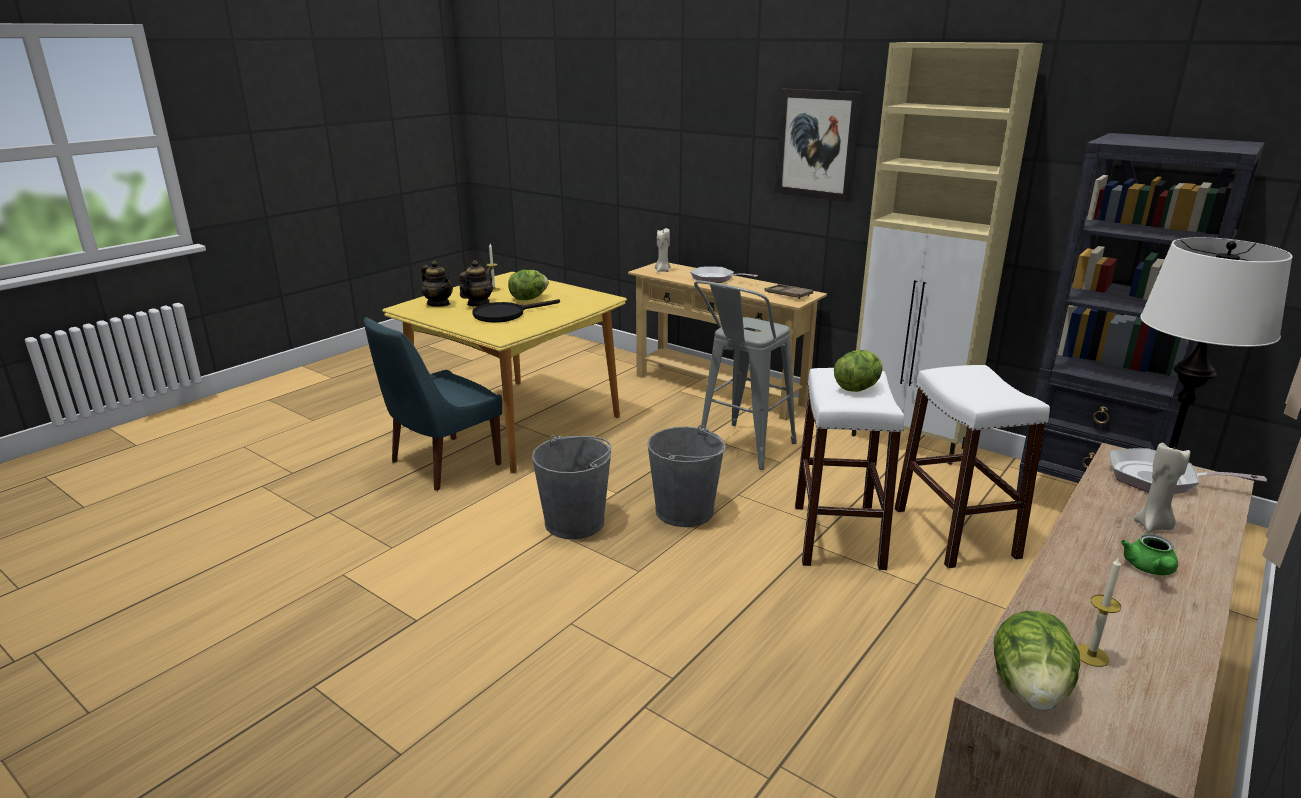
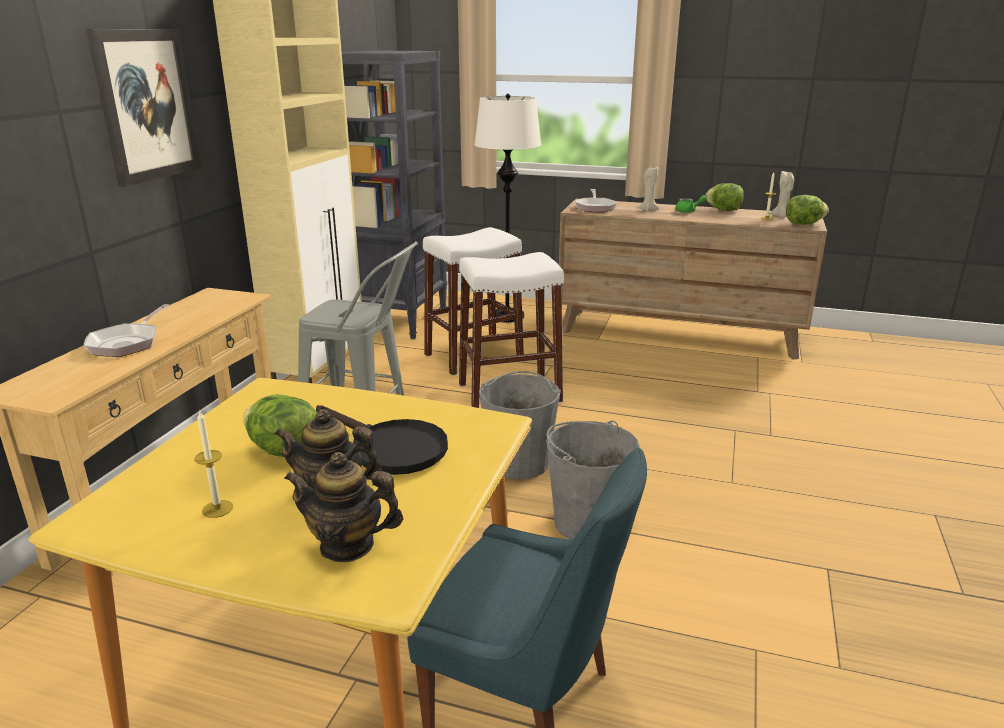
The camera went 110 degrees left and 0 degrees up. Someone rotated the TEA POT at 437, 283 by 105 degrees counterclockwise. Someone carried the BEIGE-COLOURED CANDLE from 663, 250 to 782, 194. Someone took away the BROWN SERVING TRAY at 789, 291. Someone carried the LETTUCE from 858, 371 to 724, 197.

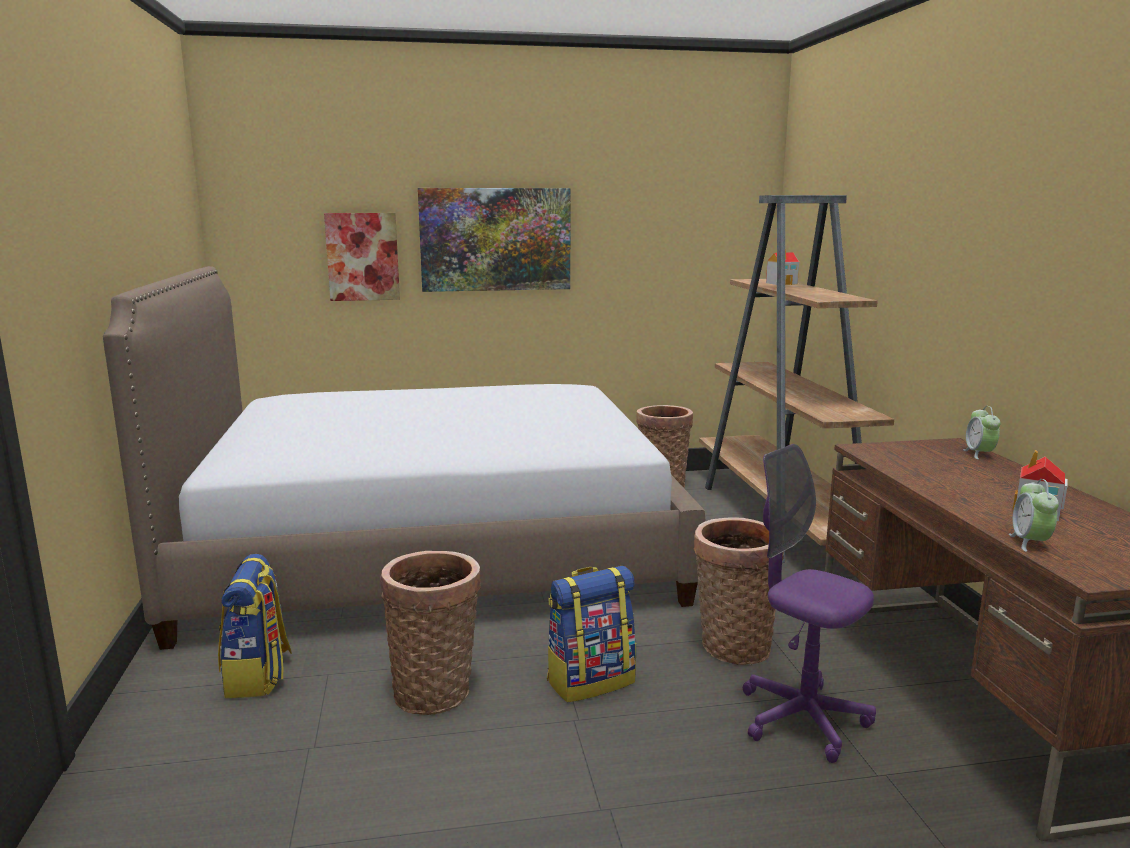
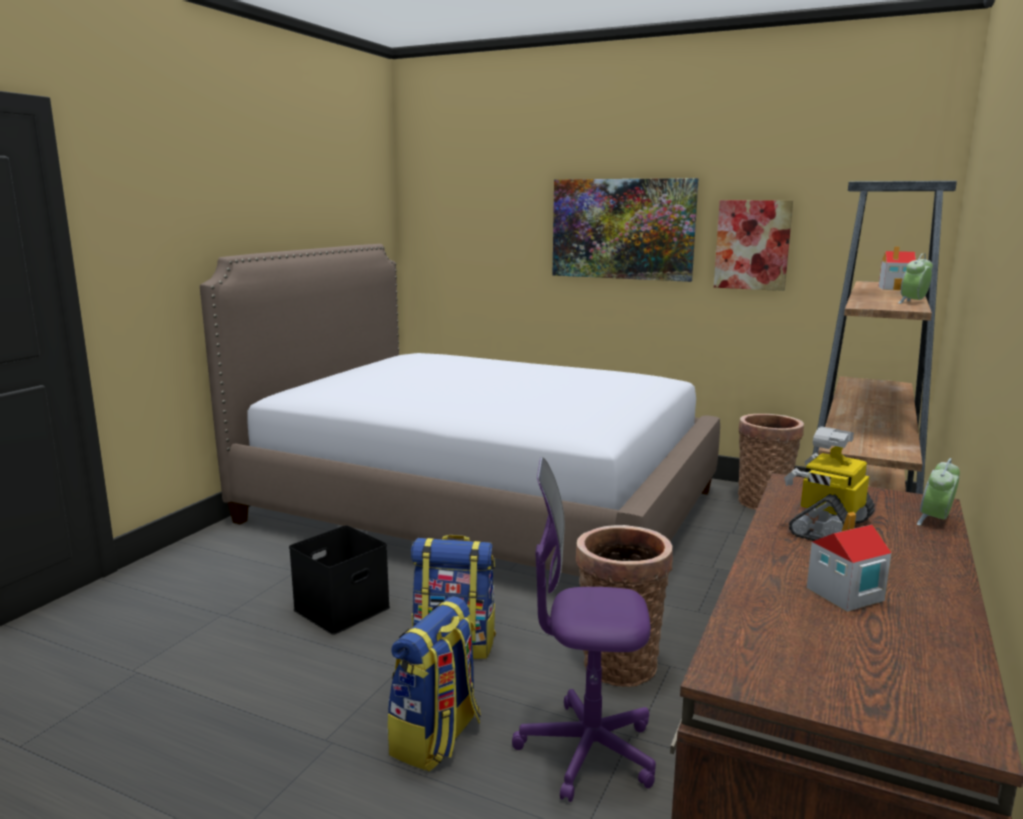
The camera went 35 degrees right and 0 degrees up. Someone carried the KNAPSACK from 255, 626 to 434, 684. Someone carried the WALL PICTURE from 362, 257 to 753, 245. Someone swapped the HOUSEHOLD BASKET at 430, 633 for the BLACKISH STORAGE BIN at 339, 580. Someone rotated the PURPLISH DESK CHAIR at 809, 603 by 75 degrees counterclockwise. Someone carried the ALARM CLOCK from 1034, 515 to 915, 278. Someone put down the MODEL ROBOT at 829, 483.

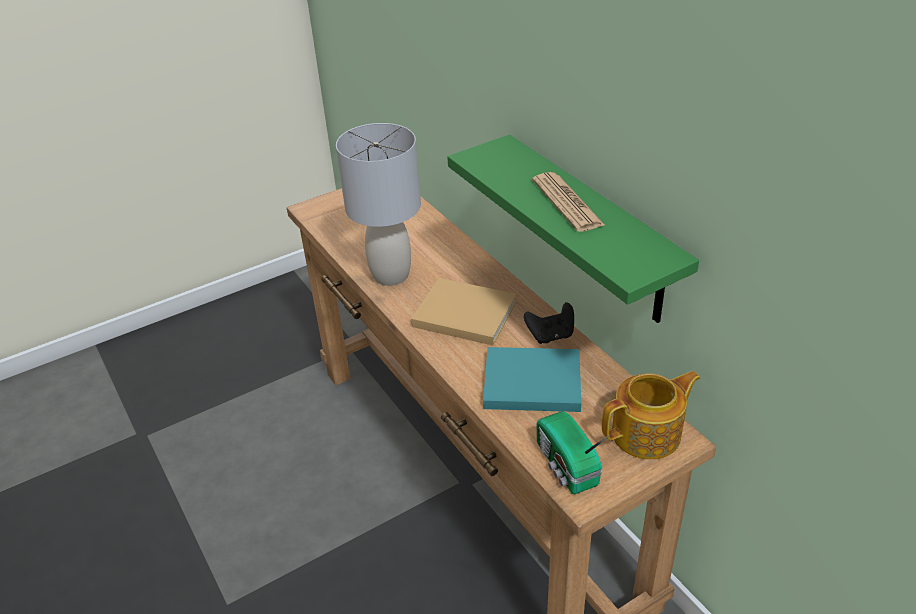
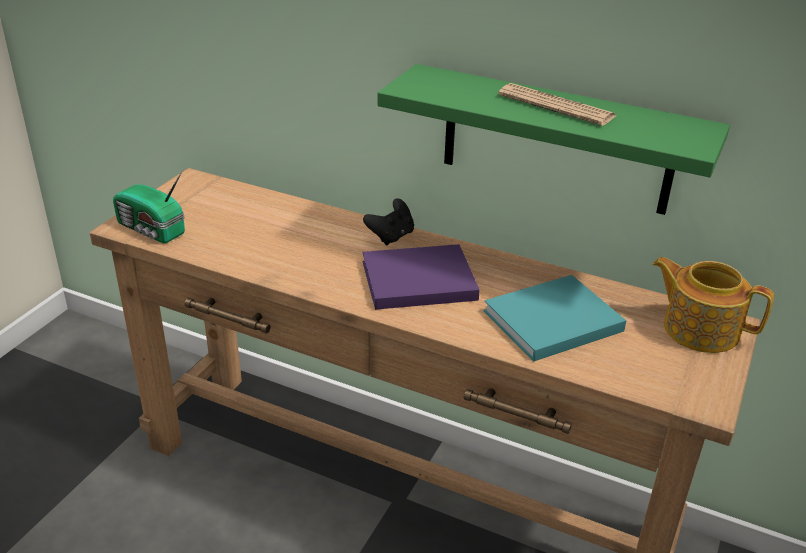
The camera went 35 degrees left and 5 degrees down. Someone took away the GREY TABLE LAMP at 378, 204. Someone repainted the BEIGE-COLOURED BOUND BOOK at 464, 312, which became the PURPLISH BOUND BOOK at 421, 277. Someone carried the BLACKISH JOYPAD from 549, 323 to 388, 221. Someone carried the RADIO SET from 573, 453 to 149, 207. Someone rotated the TEA POT at 651, 415 by 90 degrees counterclockwise.

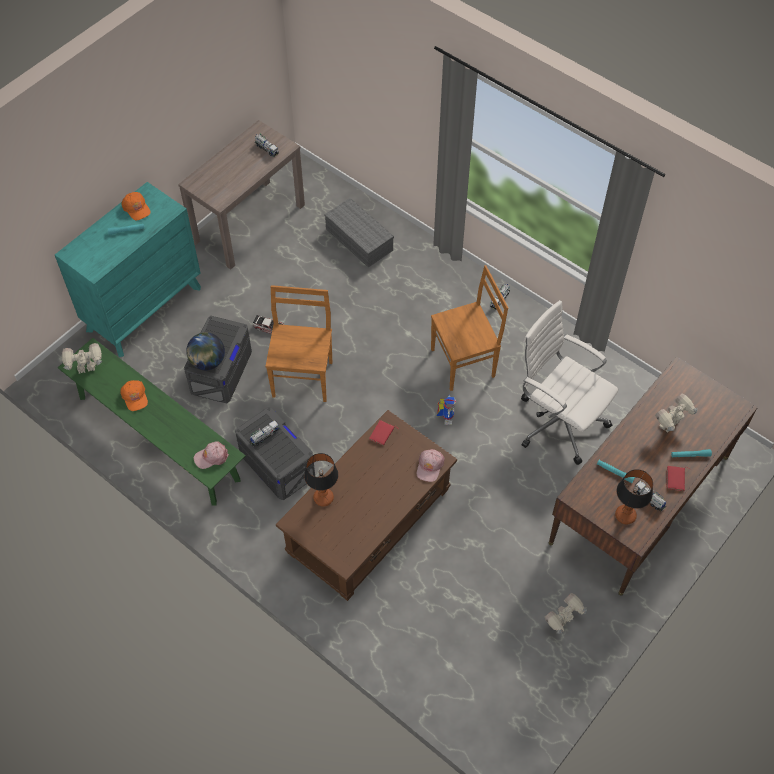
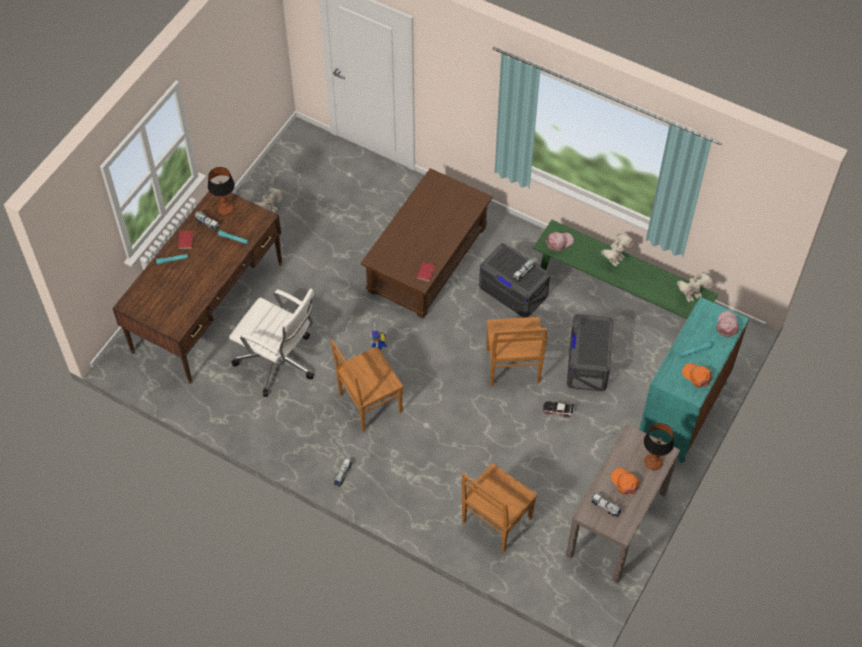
The camera went 170 degrees right and 0 degrees up. Someone carried the ORANGE CAP from 134, 395 to 625, 482. Someone took away the GLOBE at 205, 351. Someone carried the TABLE LAMP from 321, 479 to 659, 446. Someone swapped the GREY STORAGE BIN at 359, 232 for the BROWN PLAIN CHAIR at 499, 507. Someone carried the PINKISH CAP from 431, 465 to 727, 324. Someone carried the MODEL ROBOT from 676, 413 to 617, 250.

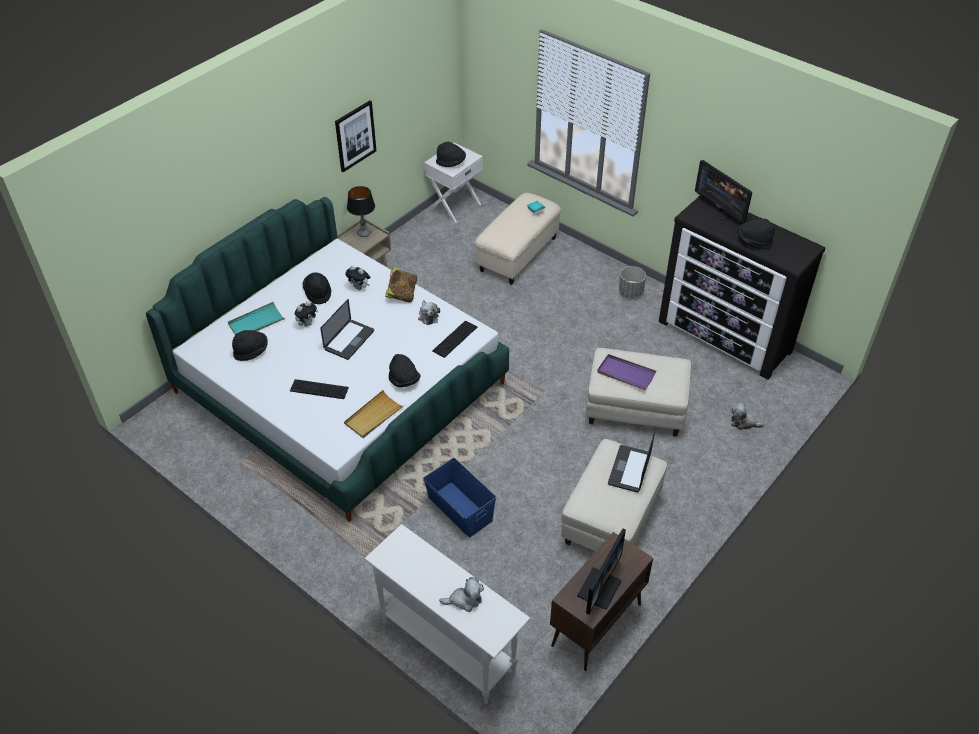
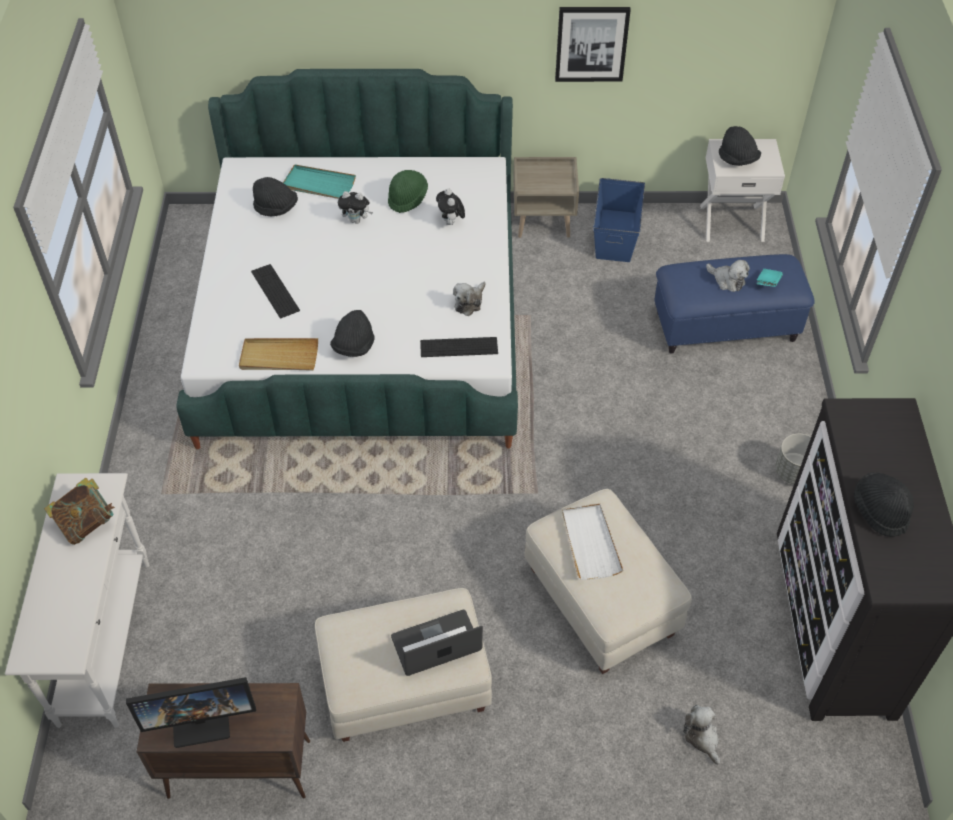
The camera went 50 degrees right and 5 degrees up. Someone repainted the BLACKISH HAT at 317, 288, which became the GREEN HAT at 408, 191. Someone took away the LAPTOP at 347, 329. Someone took away the TABLE LAMP at 361, 211. Someone carried the BOUND BOOK from 401, 284 to 79, 511. Someone carried the BLUE-COLOURED STORAGE BIN from 459, 498 to 619, 220. Someone carried the SOFT TOY from 461, 594 to 728, 276. Someone repainted the BEIGE-COLOURED OTTOMAN at 518, 239, which became the BLUE-COLOURED OTTOMAN at 734, 304. Someone repainted the PURPLISH SERVING TRAY at 626, 372, which became the WHITE SERVING TRAY at 592, 542. Someone took away the COMPUTER SCREEN at 723, 192.

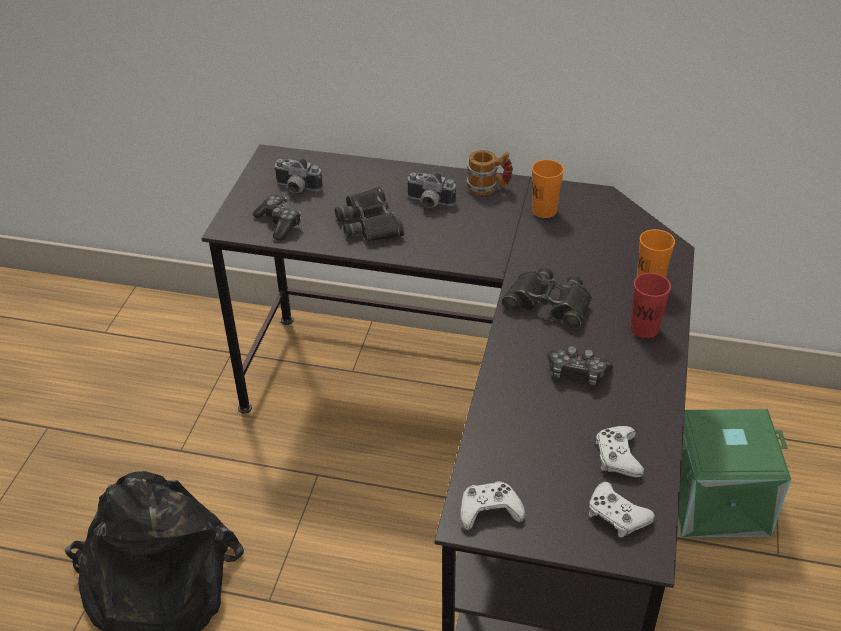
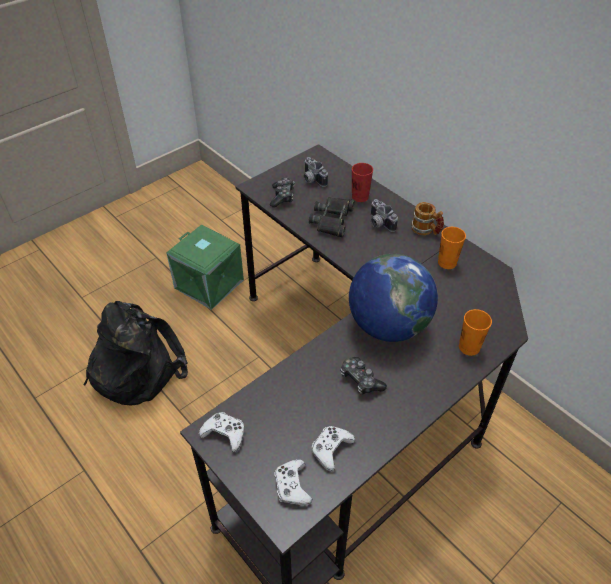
The camera went 35 degrees right and 5 degrees up. Someone swapped the BLACKISH BINOCULARS at 547, 298 for the GLOBE at 393, 298. Someone carried the REDDISH SMALL CUP from 650, 305 to 362, 182. Someone carried the GREEN STORAGE BIN from 734, 473 to 205, 267.

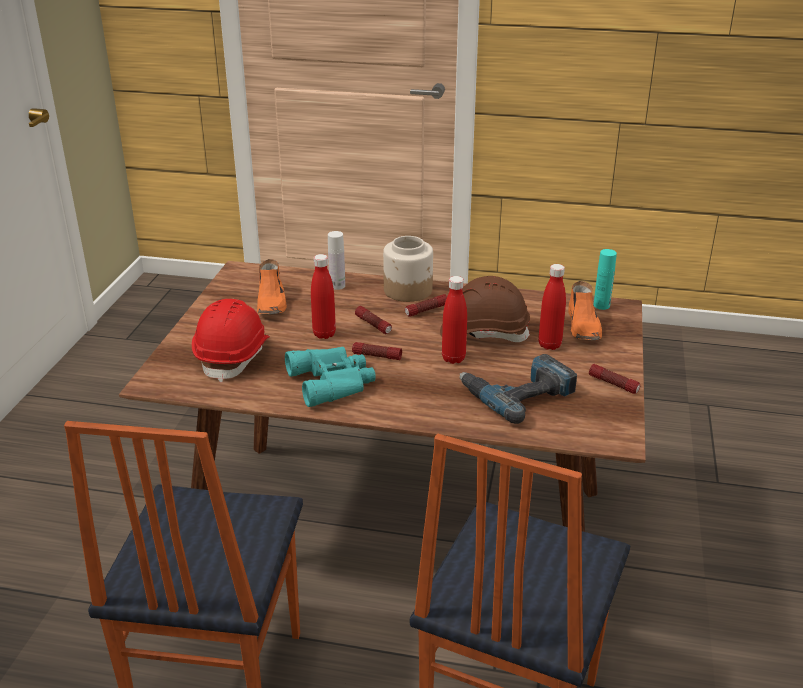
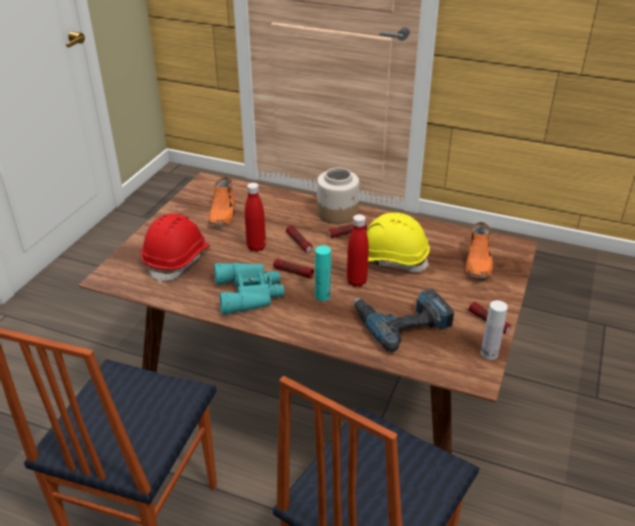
The camera went 10 degrees right and 5 degrees up. Someone carried the WHITE BEVERAGE BOTTLE from 336, 260 to 494, 330. Someone repainted the BROWN HARD HAT at 485, 309, which became the YELLOWISH HARD HAT at 398, 242. Someone took away the REDDISH BEVERAGE BOTTLE at 552, 307. Someone carried the TURQUOISE BEVERAGE BOTTLE from 605, 279 to 323, 273.

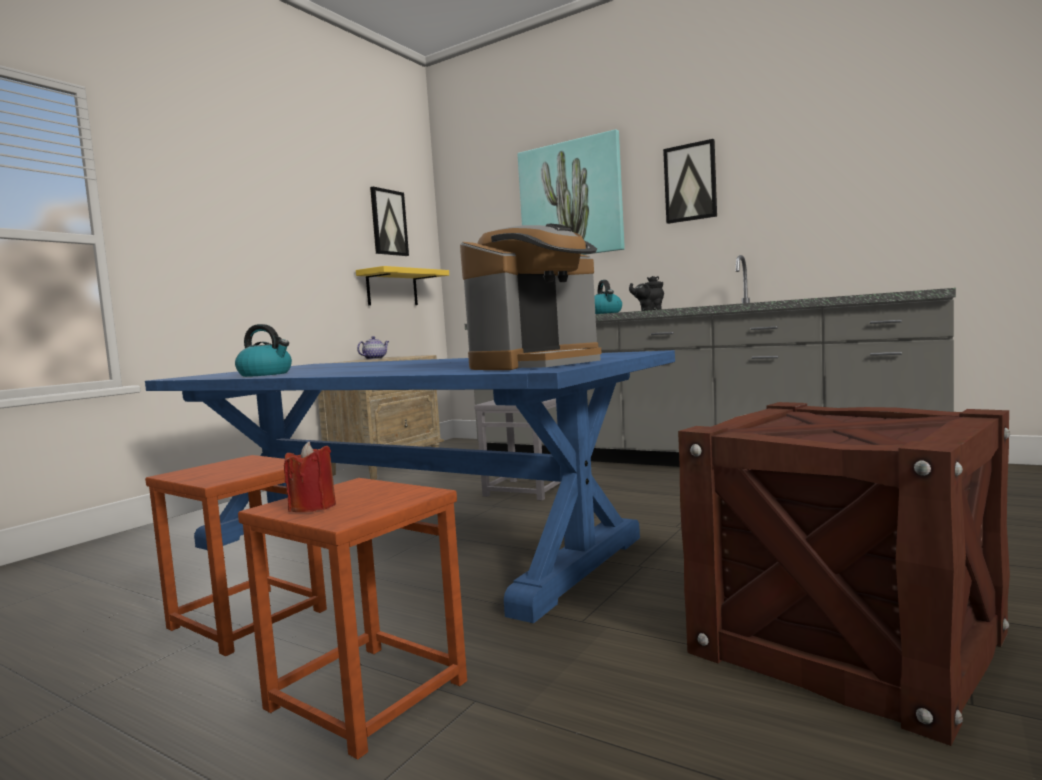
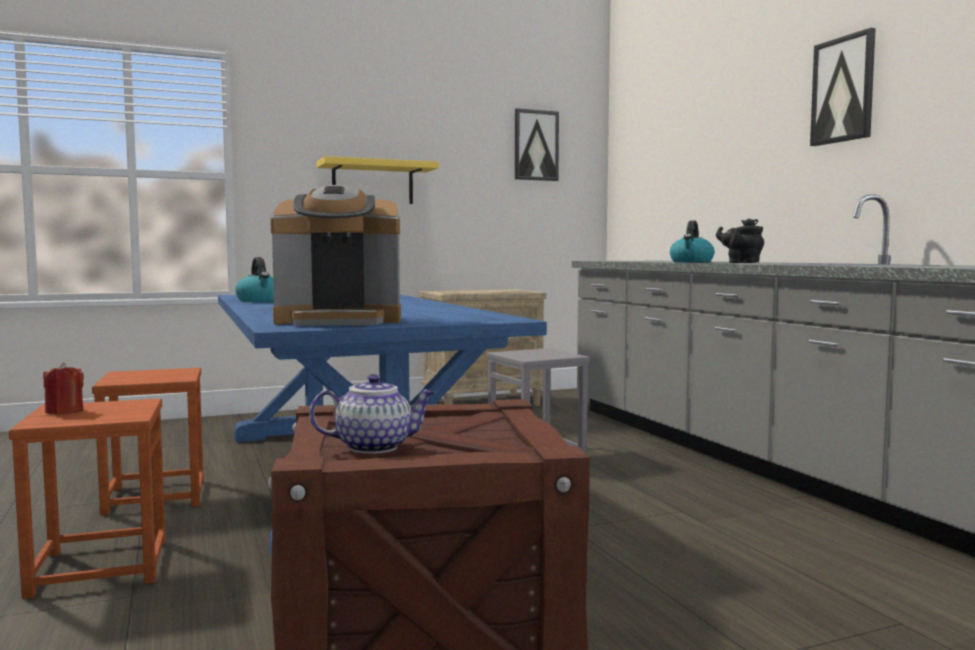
The camera went 35 degrees right and 0 degrees up. Someone carried the YELLOWISH BRACKET SHELF from 402, 285 to 378, 180. Someone carried the TEA POT from 373, 348 to 372, 414. Someone took away the WALL PICTURE at 571, 192.

